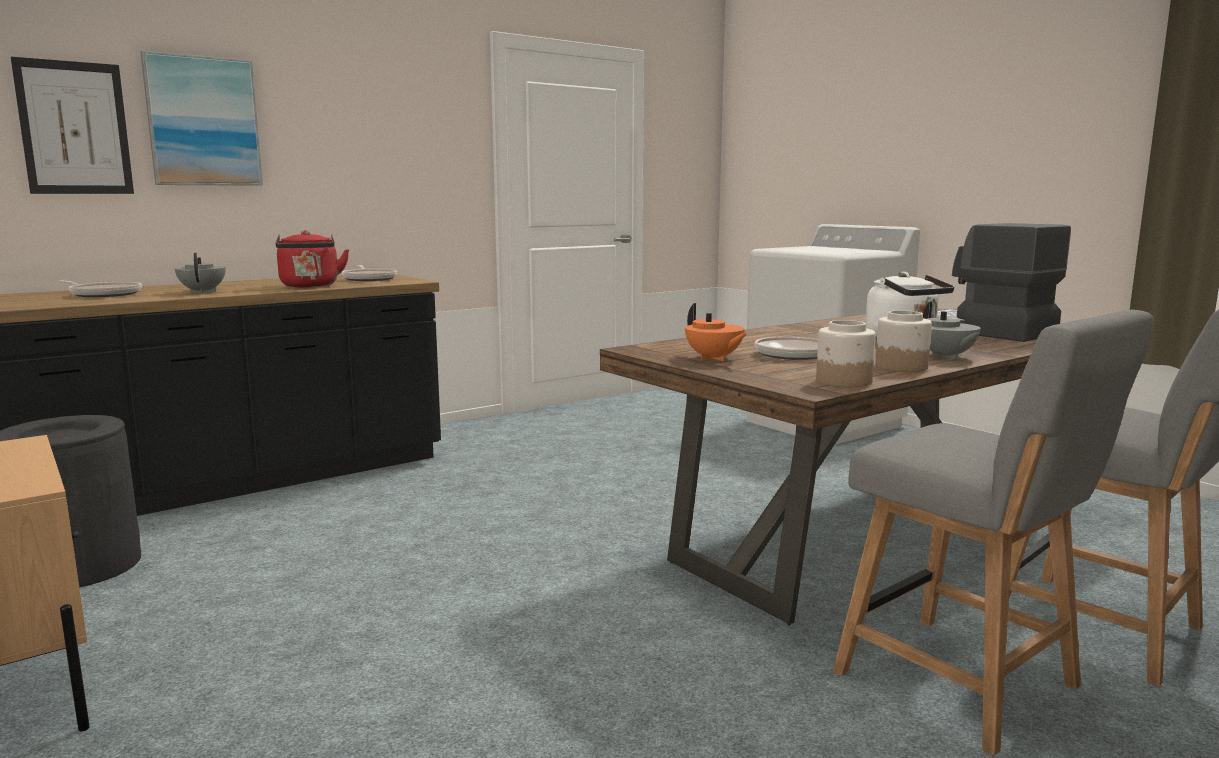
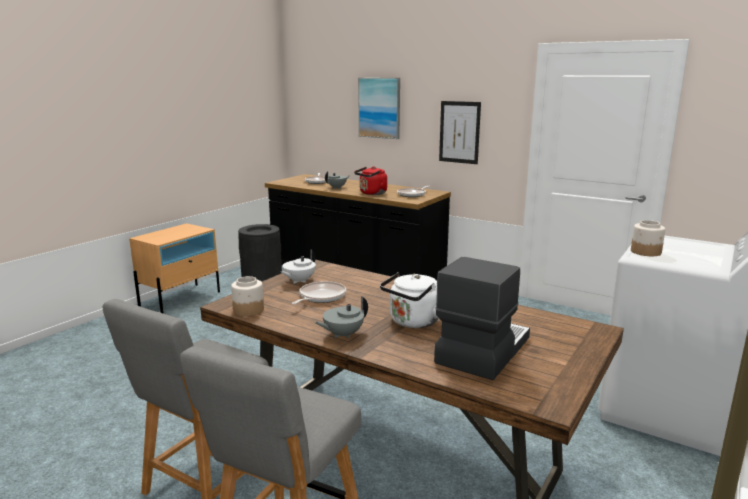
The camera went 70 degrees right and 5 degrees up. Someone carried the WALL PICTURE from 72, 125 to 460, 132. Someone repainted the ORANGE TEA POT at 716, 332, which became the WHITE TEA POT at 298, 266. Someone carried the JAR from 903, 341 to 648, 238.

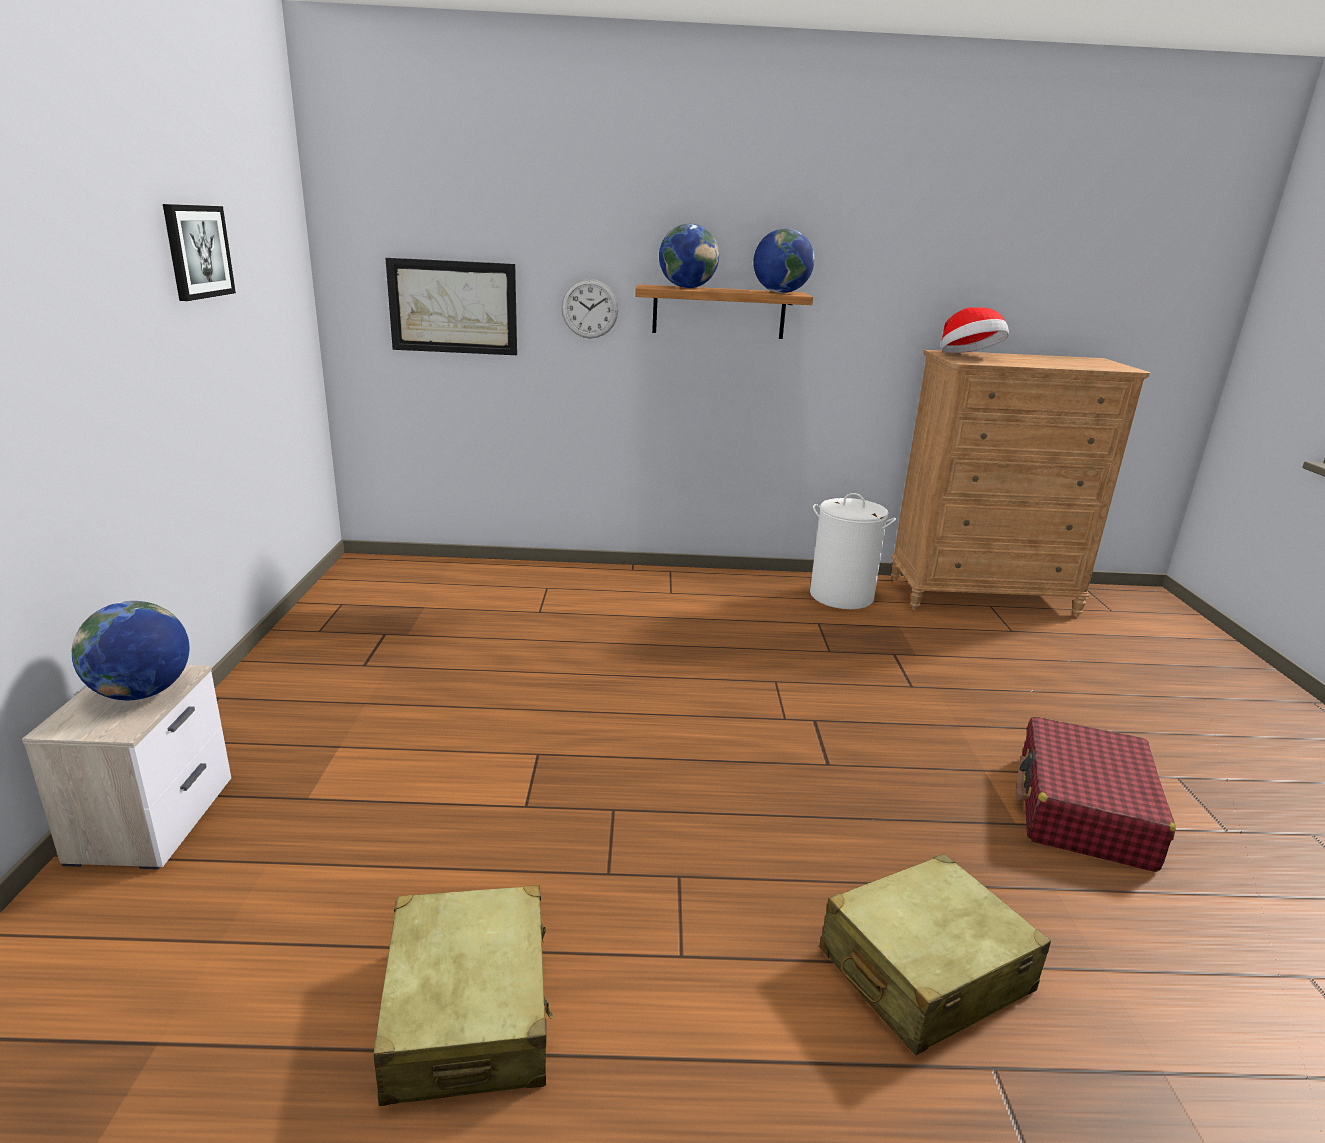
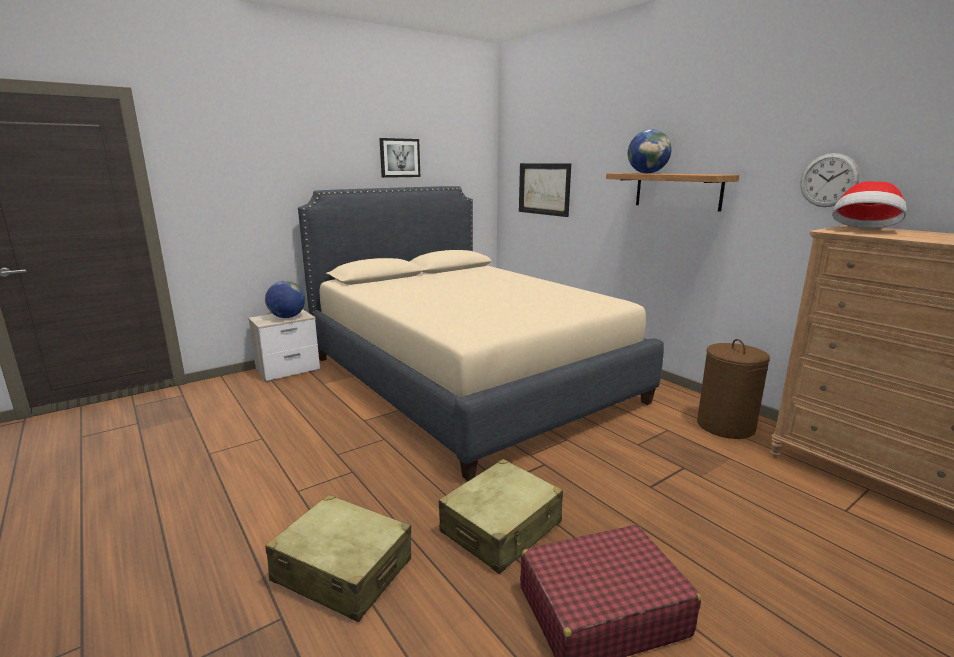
The camera went 55 degrees right and 5 degrees down. Someone carried the BEIGE-COLOURED TRAVEL CASE from 463, 995 to 501, 516. Someone carried the HANGING CLOCK from 590, 308 to 830, 180. Someone took away the GLOBE at 784, 261. Someone repainted the WHITE LAUNDRY BASKET at 853, 551, which became the BROWN LAUNDRY BASKET at 733, 389. Someone put down the BEIGE-COLOURED BED at 481, 333.

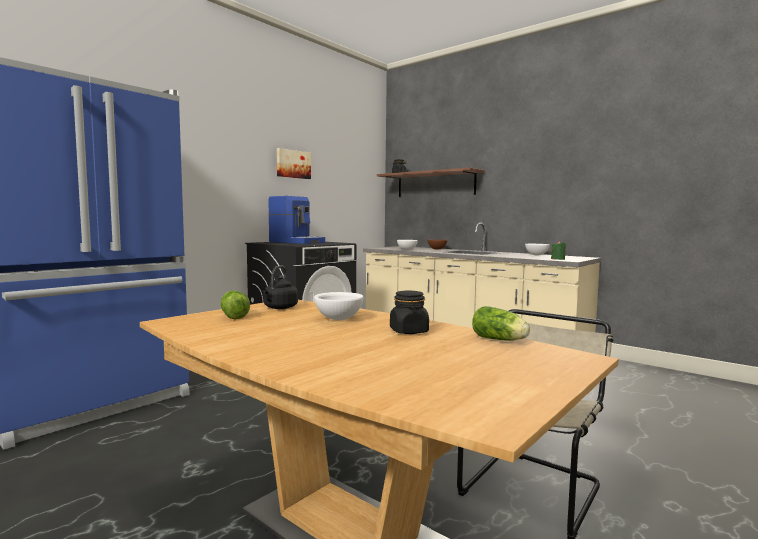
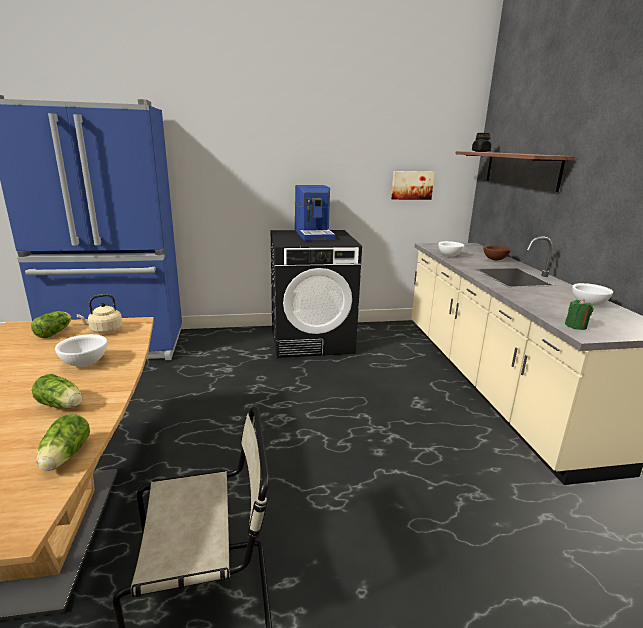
The camera went 40 degrees right and 15 degrees up. Someone repainted the BLACKISH KETTLE at 280, 287, which became the BEIGE-COLOURED KETTLE at 99, 314. Someone carried the WALL PICTURE from 294, 163 to 413, 185. Someone swapped the BLACKISH JAR at 409, 312 for the LETTUCE at 57, 391.

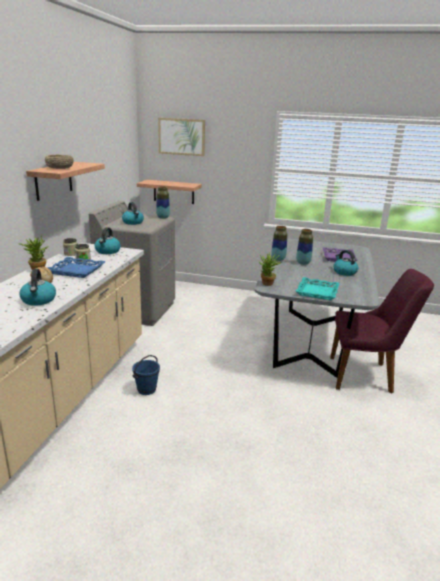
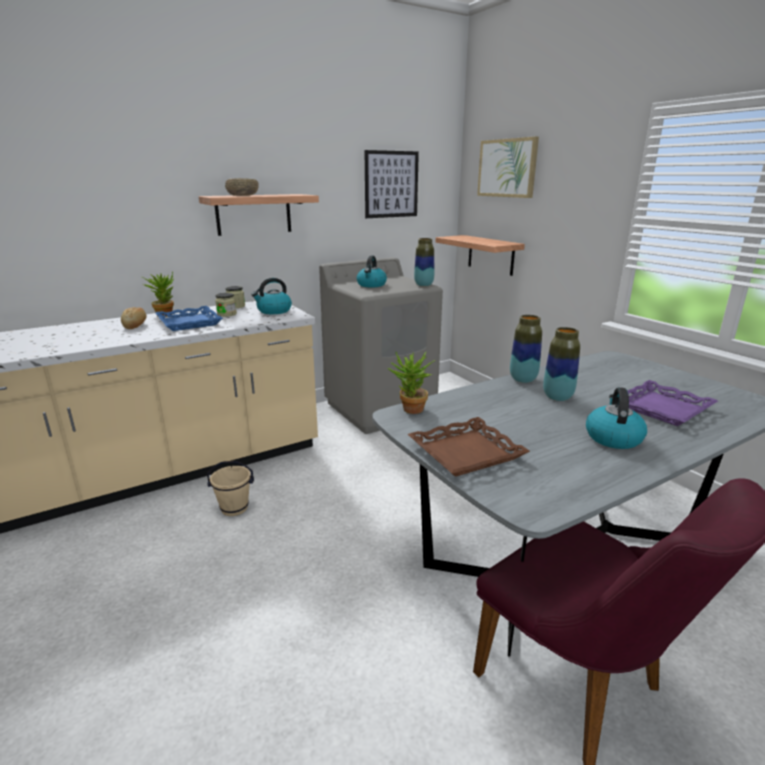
The camera went 45 degrees right and 0 degrees up. Someone took away the KETTLE at 37, 287. Someone repainted the BLUE-COLOURED BUCKET at 146, 375, which became the BEIGE-COLOURED BUCKET at 230, 488. Someone repainted the TURQUOISE SERVING TRAY at 318, 288, which became the BROWN SERVING TRAY at 469, 447. Someone put up the WALL PICTURE at 392, 184.

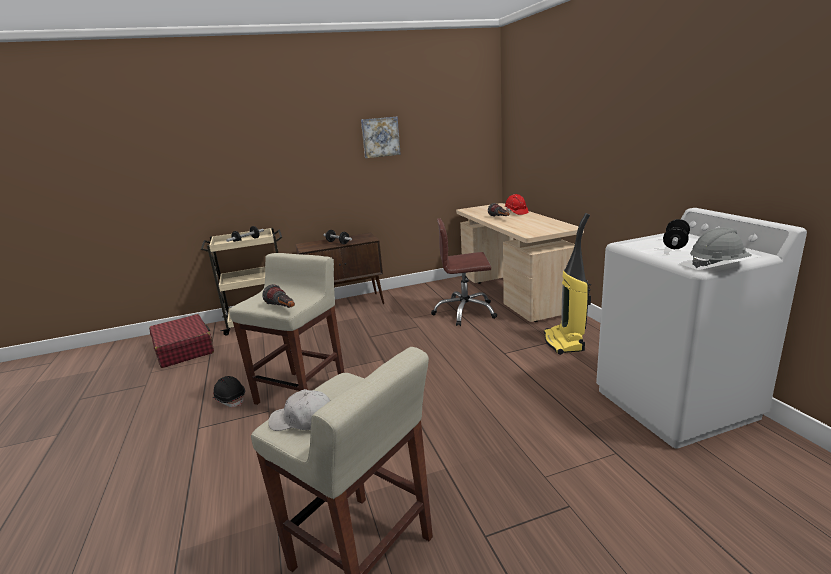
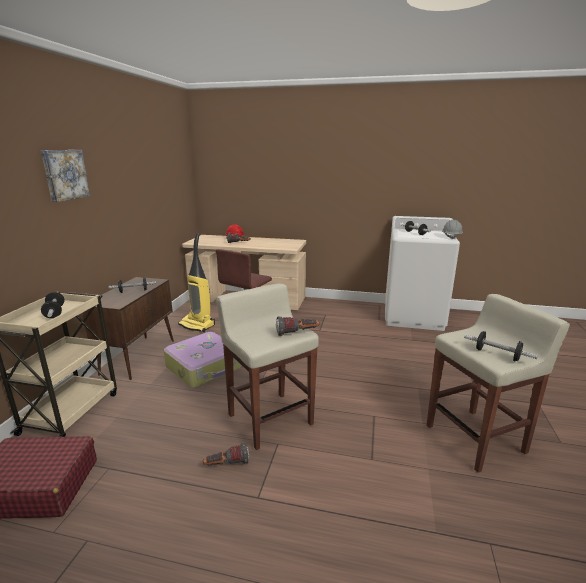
The camera went 60 degrees left and 0 degrees up. Someone swapped the BLACKISH HARD HAT at 229, 391 for the FLASHLIGHT at 226, 453. Someone swapped the WHITE CAP at 299, 410 for the DUMBBELL at 501, 346. Someone carried the WALL PICTURE from 381, 137 to 65, 176. Someone carried the HOOVER from 567, 284 to 196, 282. Someone put down the TRAVEL CASE at 203, 360.

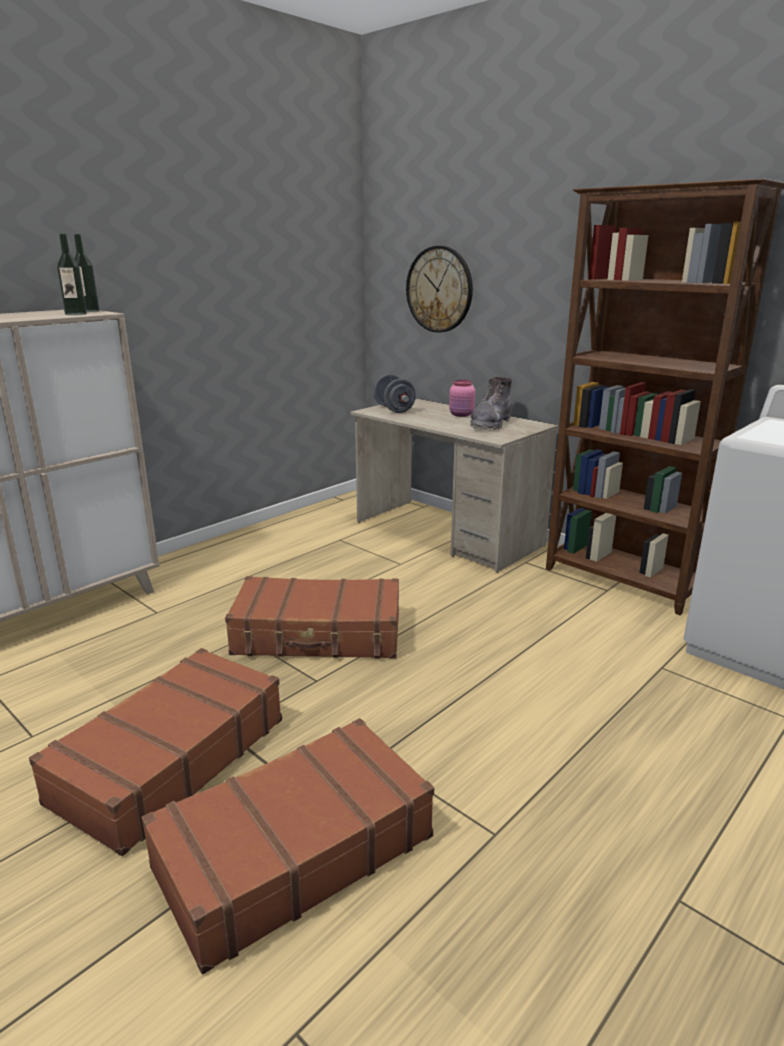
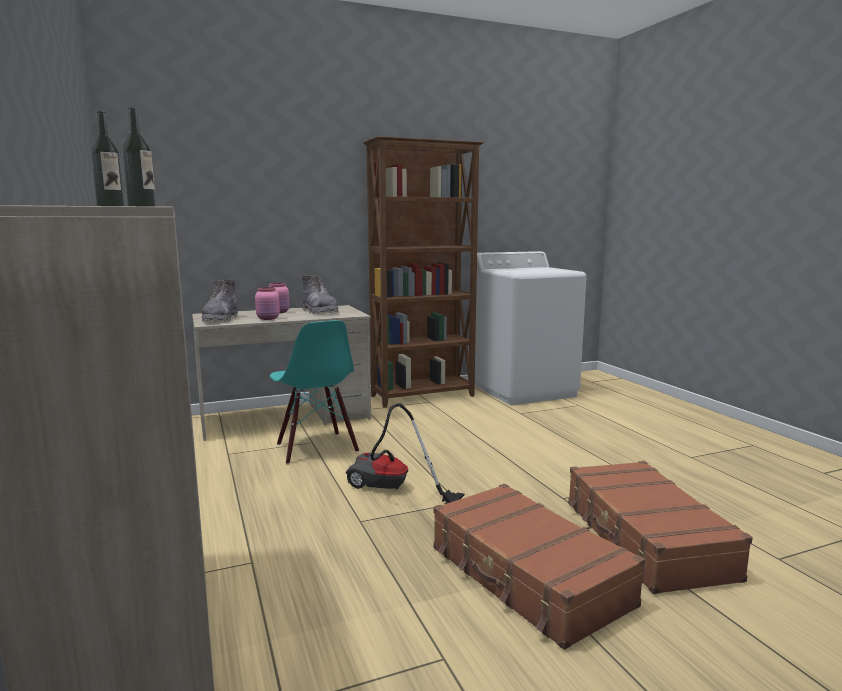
The camera went 65 degrees left and 10 degrees down. Someone swapped the BROWN TRAVEL CASE at 312, 617 for the HOOVER at 405, 453. Someone swapped the GREY DUMBBELL at 394, 393 for the GREY TALL BOOT at 220, 301. Someone took away the HANGING CLOCK at 439, 289. Someone put down the PINKISH JAR at 267, 303. Someone put down the TURQUOISE PLAIN CHAIR at 314, 392.

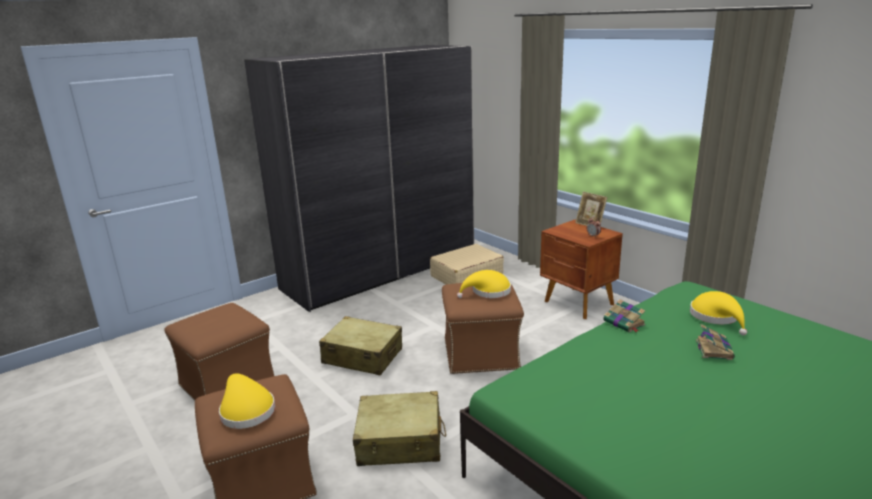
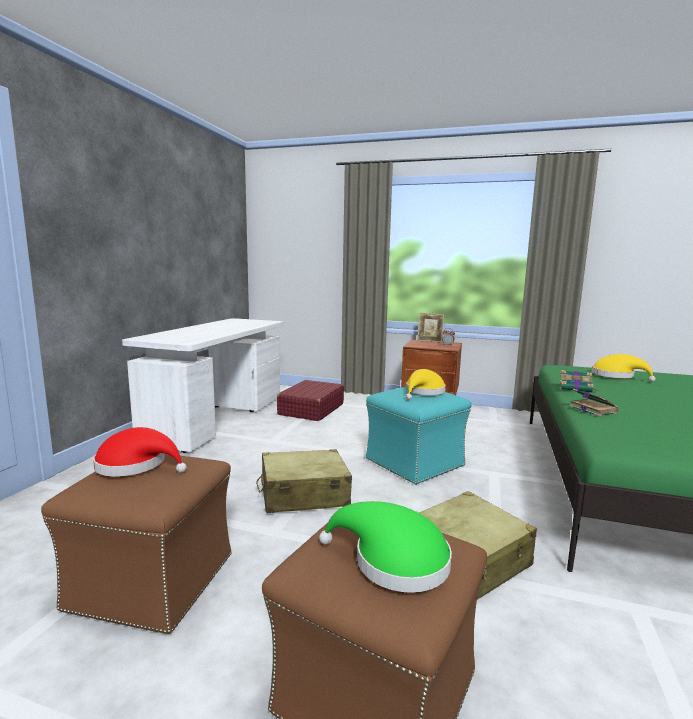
The camera went 35 degrees left and 10 degrees down. Someone repainted the YELLOWISH HAT at 247, 401, which became the GREEN HAT at 385, 547. Someone swapped the GREY ARMOIRE at 359, 178 for the WHITE DESK UNIT at 202, 385. Someone repainted the BEIGE-COLOURED TRAVEL CASE at 467, 264, which became the REDDISH TRAVEL CASE at 310, 400. Someone repainted the BROWN OTTOMAN at 483, 328, which became the TURQUOISE OTTOMAN at 419, 436. Someone carried the BOUND BOOK from 715, 342 to 593, 402. Someone put down the REDDISH HAT at 140, 451.

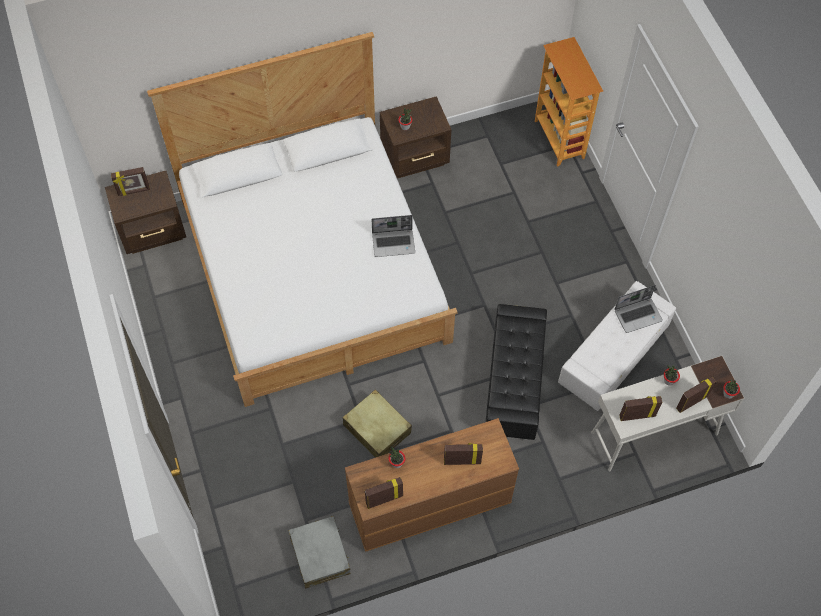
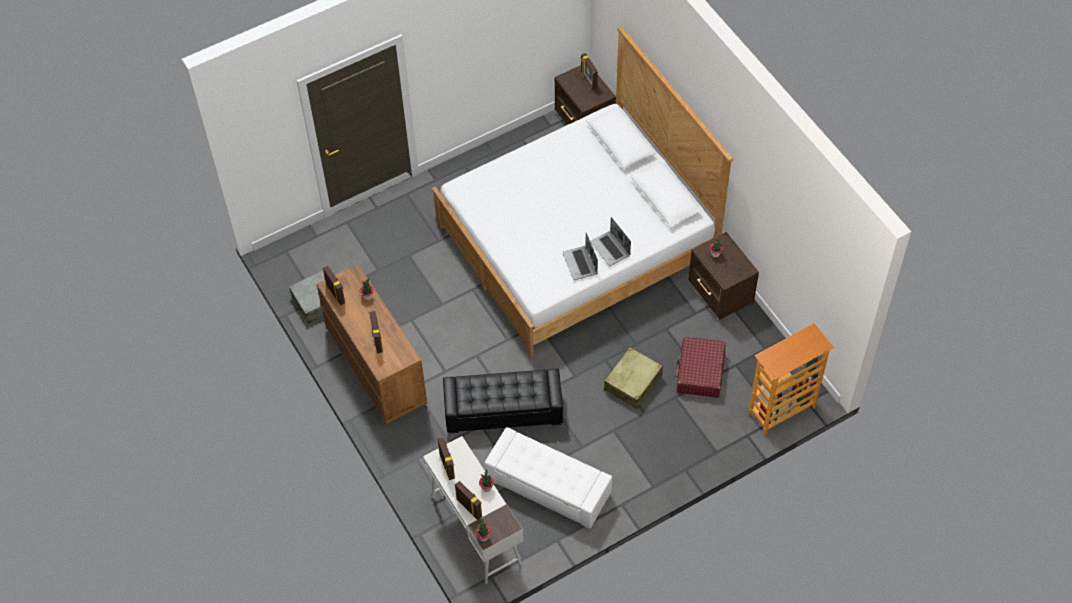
The camera went 80 degrees right and 5 degrees down. Someone carried the BEIGE-COLOURED TRAVEL CASE from 377, 423 to 633, 378. Someone carried the LAPTOP from 638, 309 to 610, 241. Someone put down the REDDISH TRAVEL CASE at 701, 367.

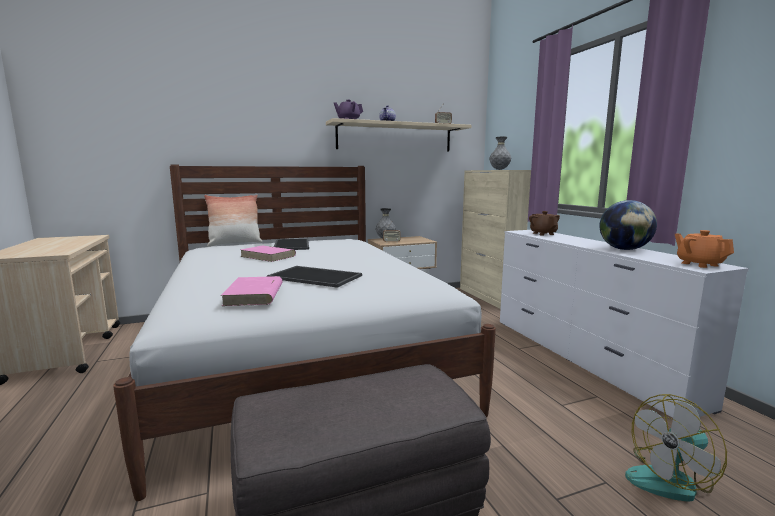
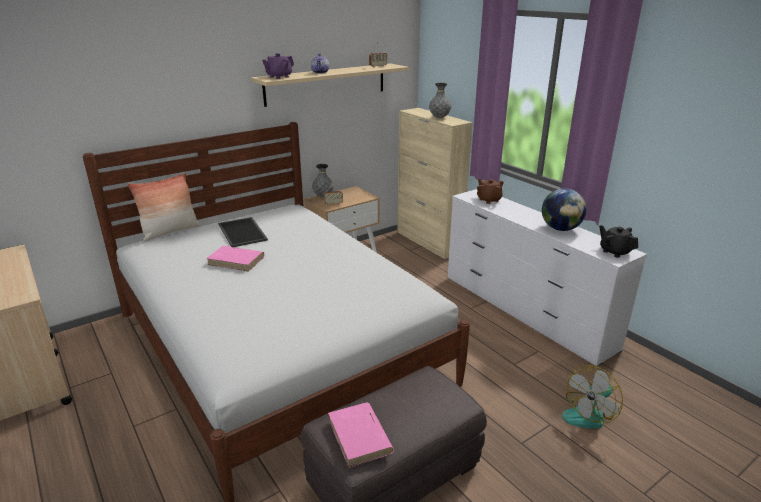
The camera went 15 degrees left and 15 degrees up. Someone carried the PINKISH BOUND BOOK from 251, 291 to 361, 435. Someone took away the SERVING TRAY at 314, 277. Someone repainted the ORANGE TEA POT at 704, 249, which became the BLACKISH TEA POT at 618, 241.

